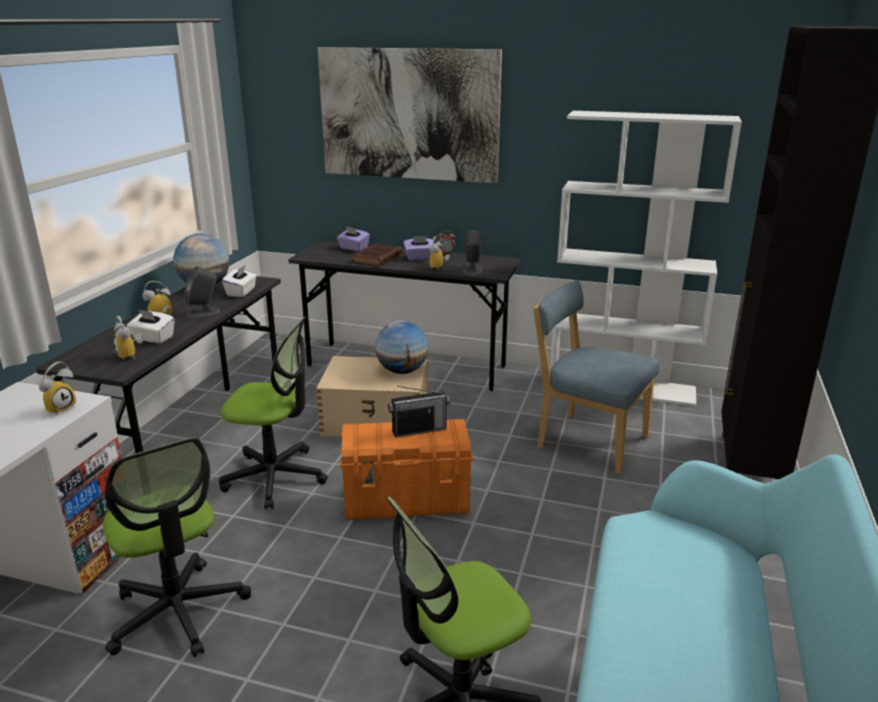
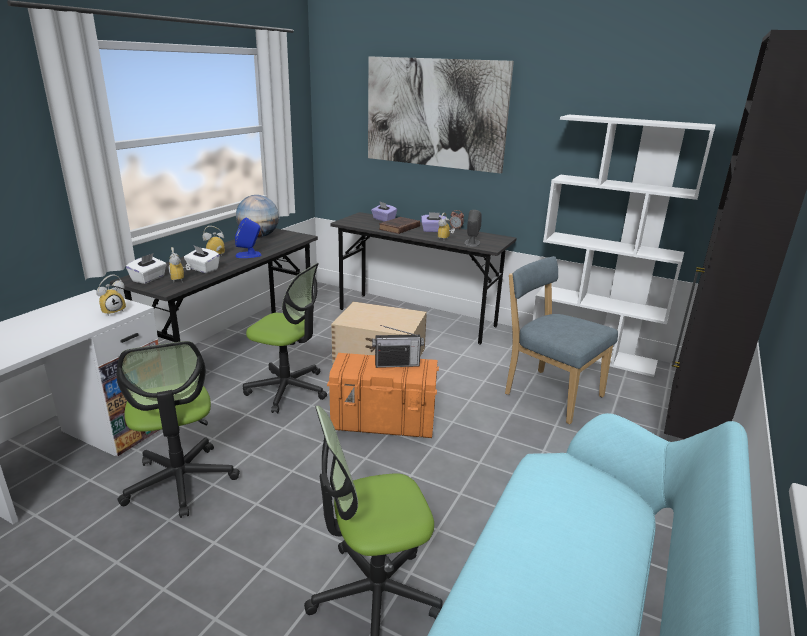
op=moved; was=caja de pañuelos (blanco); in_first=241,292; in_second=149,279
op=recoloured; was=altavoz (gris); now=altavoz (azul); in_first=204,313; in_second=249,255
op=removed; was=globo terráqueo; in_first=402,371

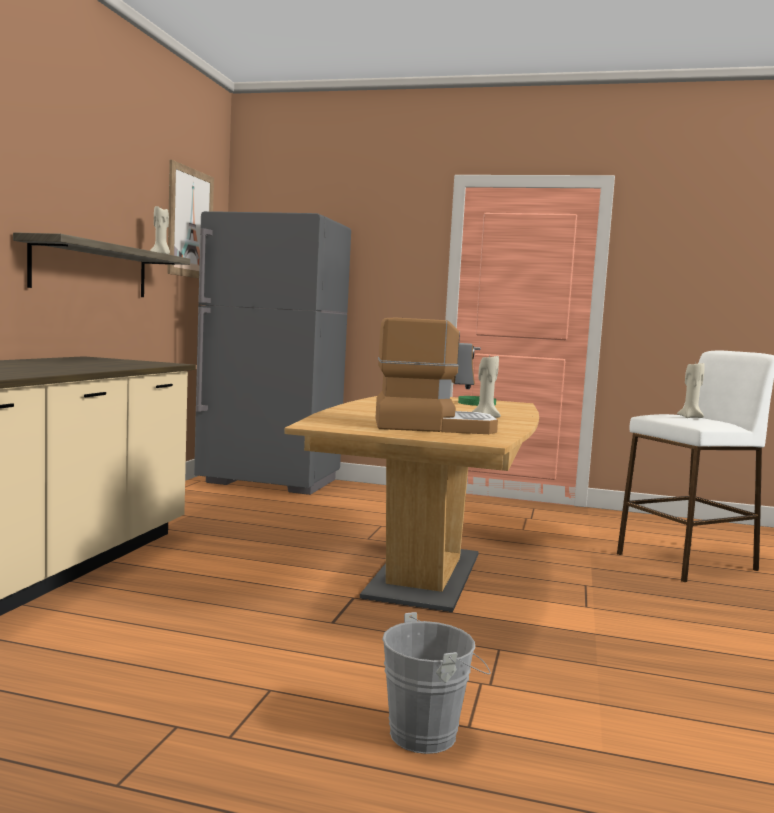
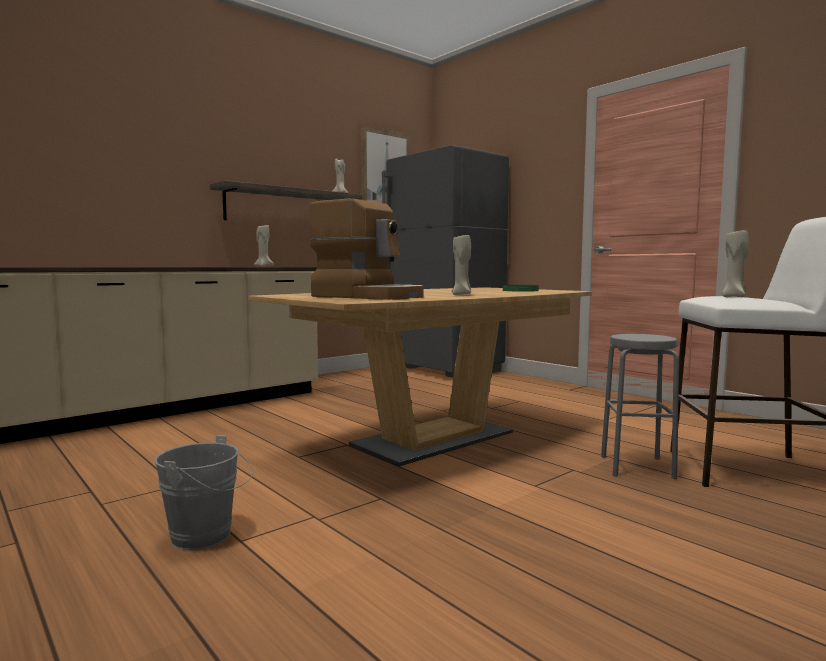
op=added; now=vela (beis); in_second=263,266
op=added; now=taburete (gris); in_second=637,467

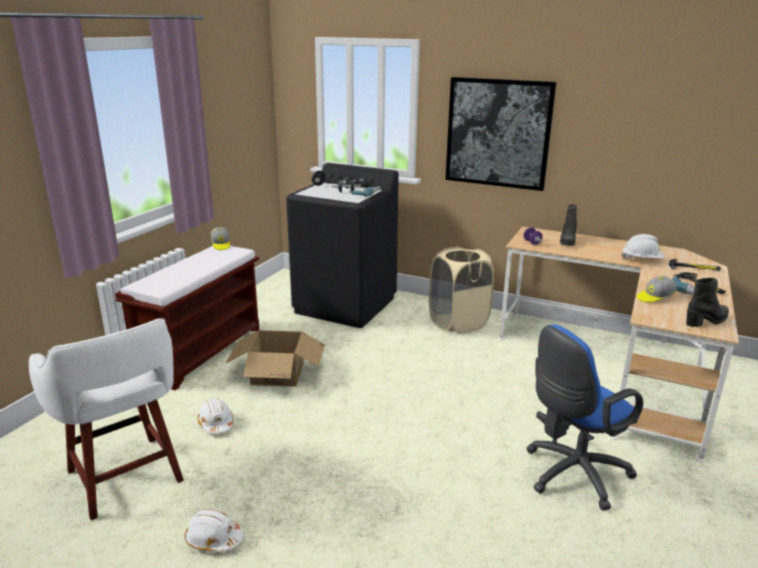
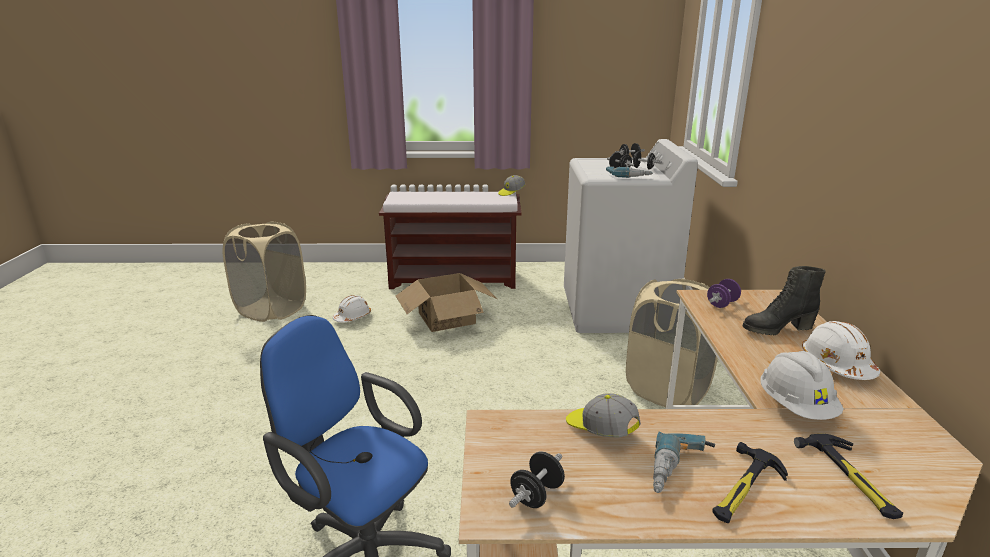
op=removed; was=cuadro; in_first=498,133
op=recoloured; was=lavadora (negro); now=lavadora (blanco); in_first=345,305; in_second=616,311
op=replaced; was=bota (negro); now=mancuerna (negro); in_first=707,321; in_second=537,495
op=replaced; was=taburete (blanco); now=cesto de la ropa (beis); in_first=126,478; in_second=271,310
op=moved; was=casco (blanco); in_first=213,539; in_second=836,365

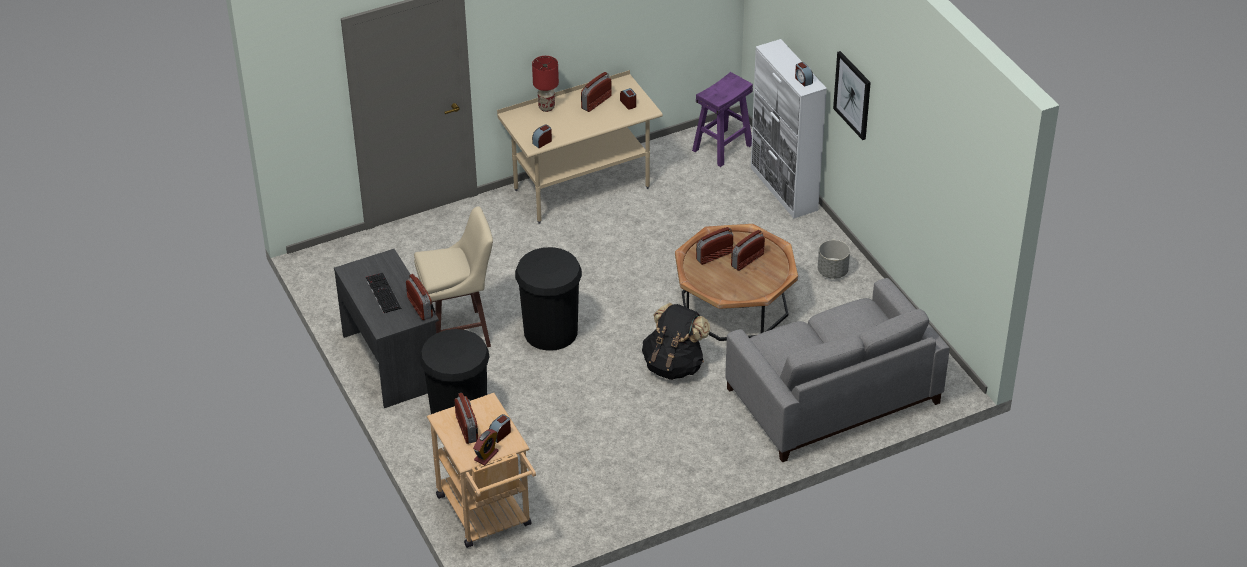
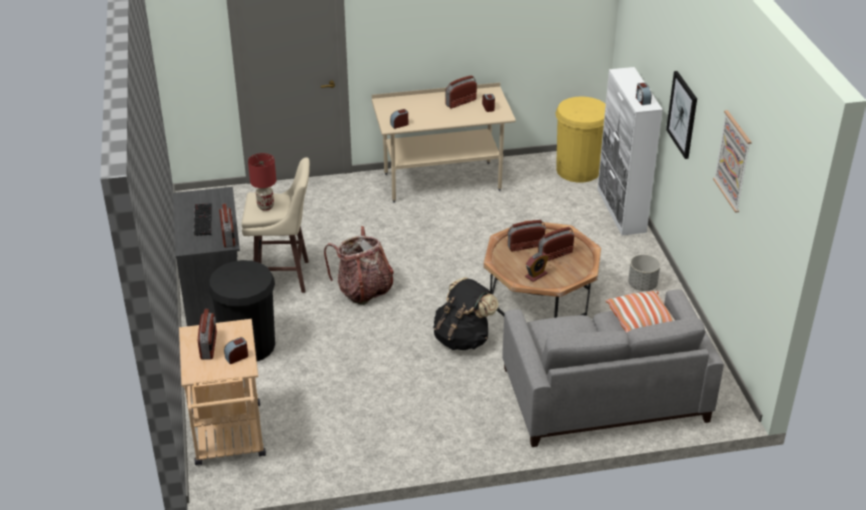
op=moved; was=lámpara de mesa (rojo); in_first=546,107; in_second=266,206
op=replaced; was=taburete (morado); now=papelera (amarillo); in_first=722,148; in_second=578,170
op=replaced; was=papelera (negro); now=mochila; in_first=550,332; in_second=363,290
op=moved; was=despertador; in_first=486,455; in_second=536,275
op=added; now=cuadro; in_second=733,161
op=added; now=cojín; in_second=641,321

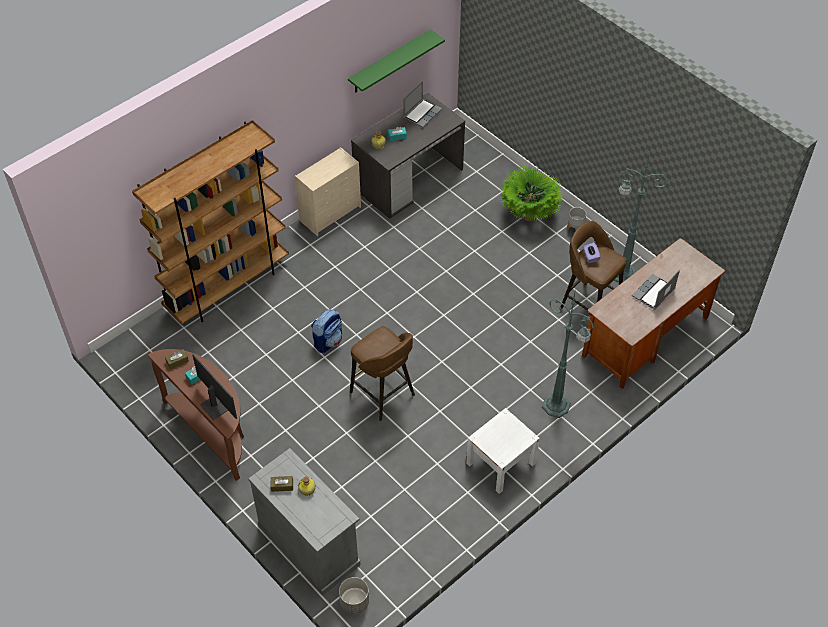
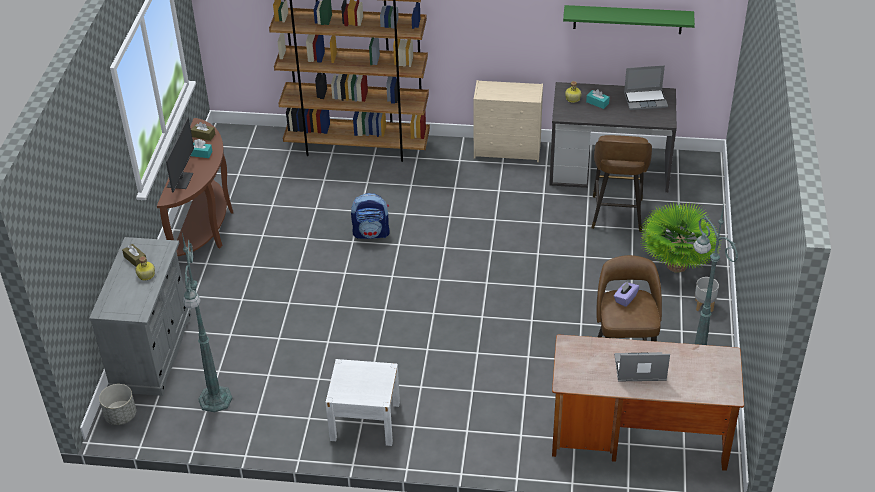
op=moved; was=lámpara de pie (verde); in_first=557,406; in_second=215,401
op=moved; was=taburete (marrón); in_first=383,395; in_second=616,215

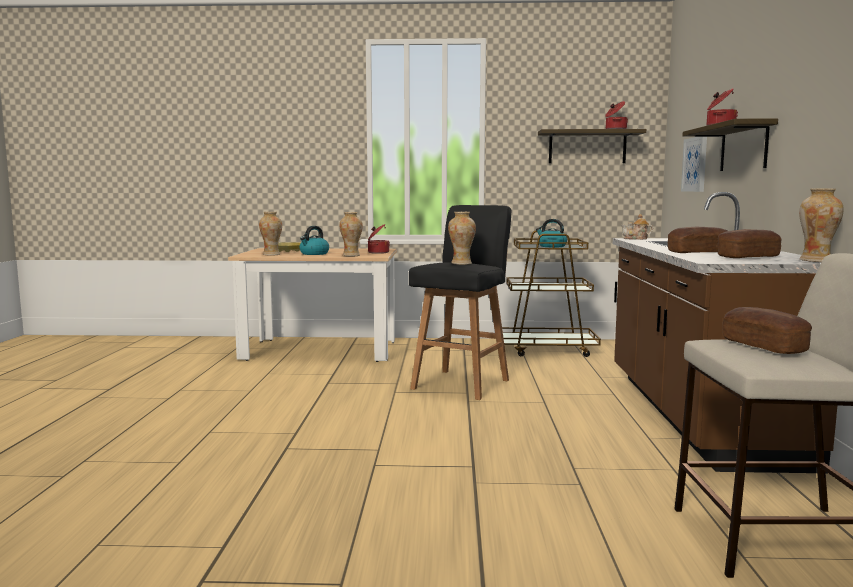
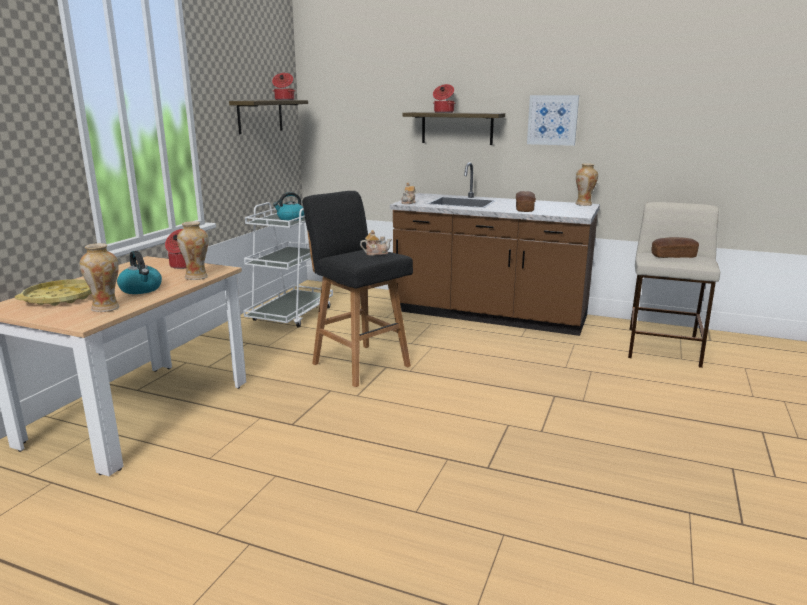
op=moved; was=cuadro; in_first=695,164; in_second=552,120
op=replaced; was=florero; now=tetera; in_first=461,263; in_second=376,253
op=removed; was=pan; in_first=748,257
op=recoloured; was=carrito (marrón); now=carrito (blanco); in_first=547,350; in_second=291,315

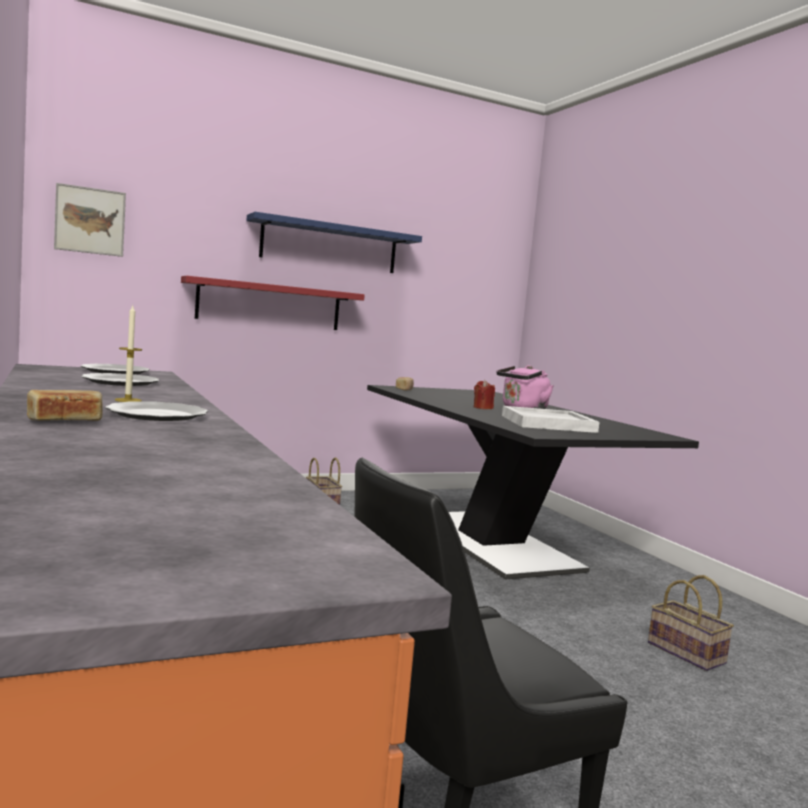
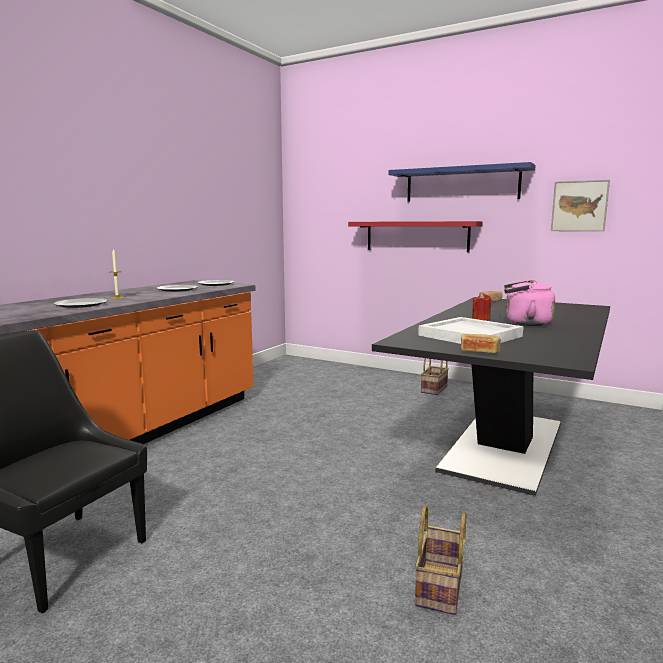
op=moved; was=cuadro; in_first=90,220; in_second=579,206
op=moved; was=pan; in_first=65,421; in_second=479,352

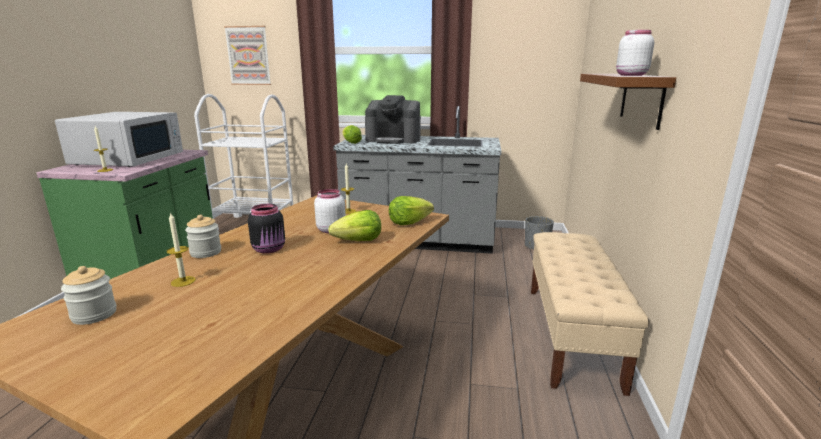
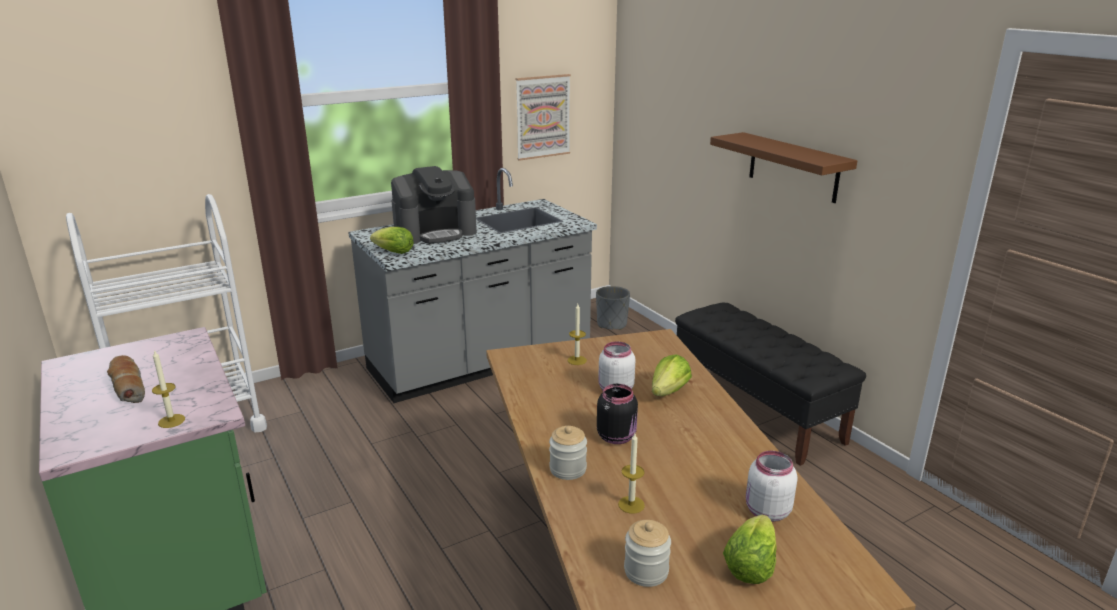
op=moved; was=cuadro; in_first=248,56; in_second=542,117
op=moved; was=tarro (blanco); in_first=630,75; in_second=766,511
op=replaced; was=microondas (blanco); now=pan; in_first=129,159; in_second=127,386
op=moved; was=lechuga; in_first=408,223; in_second=750,566
op=recoloured; was=banco (beis); now=banco (negro); in_first=571,334; in_second=756,411

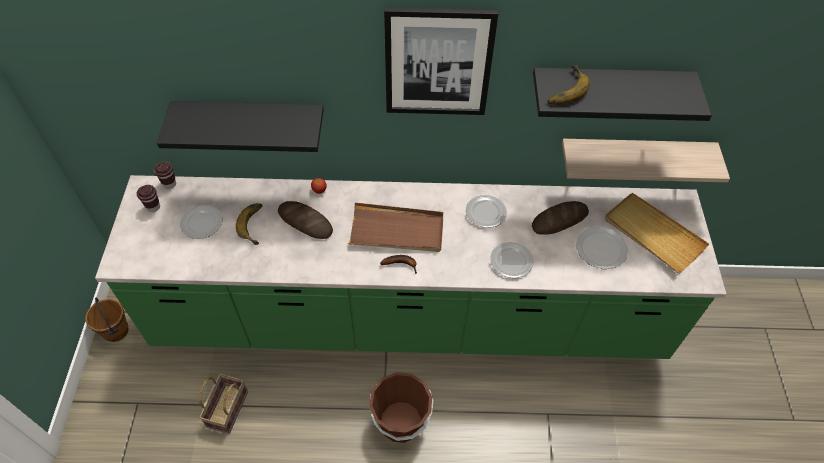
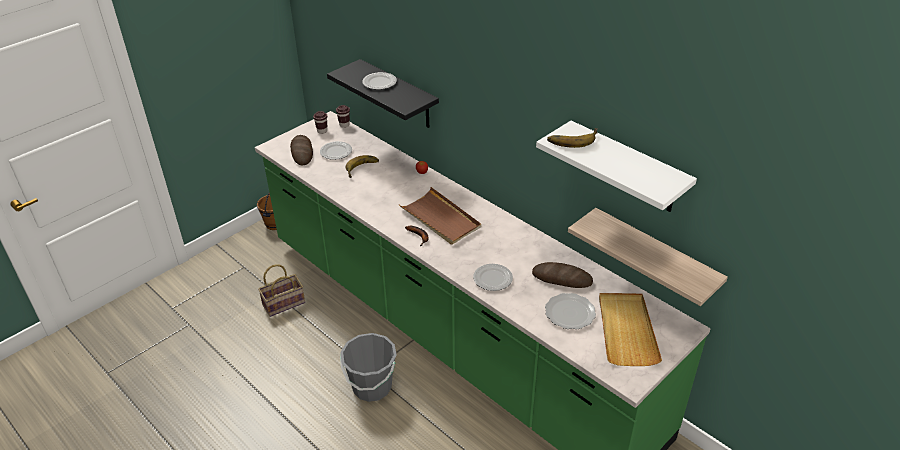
op=removed; was=cuadro; in_first=438,62
op=recoloured; was=estante (negro); now=estante (blanco); in_first=608,90; in_second=627,168
op=moved; was=plato; in_first=486,213; in_second=379,83
op=moved; was=pan; in_first=305,222; in_second=302,152
op=recoloured; was=cubo (marrón); now=cubo (gris); in_first=400,422; in_second=372,387

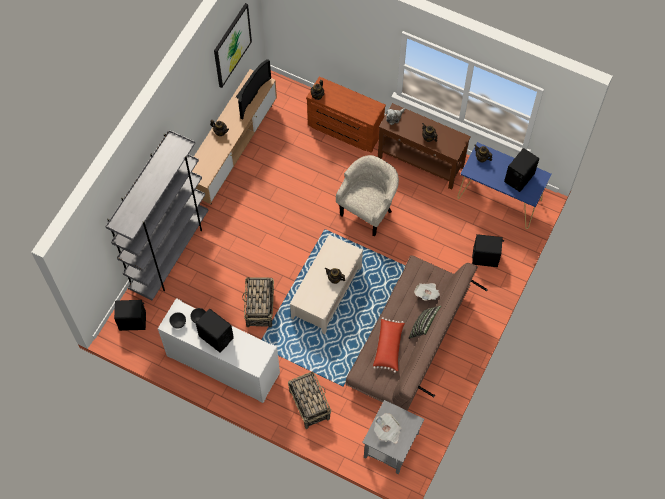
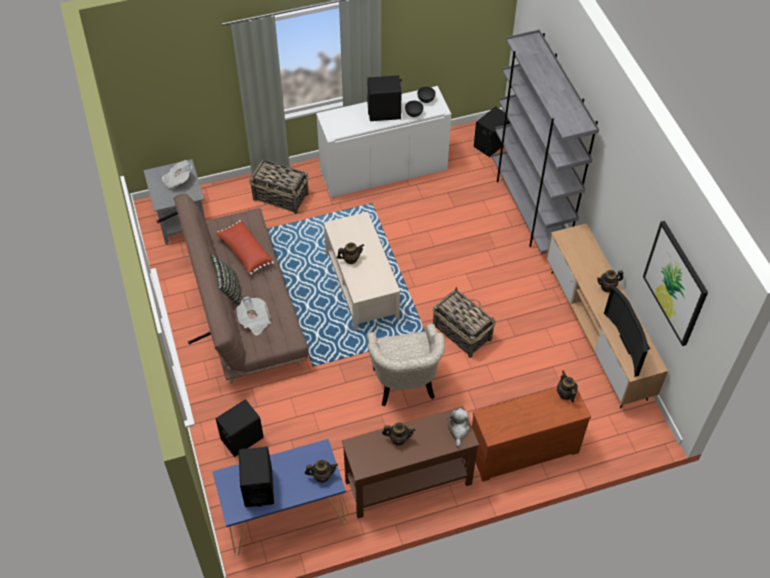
op=moved; was=cesta; in_first=260,308; in_second=461,332

